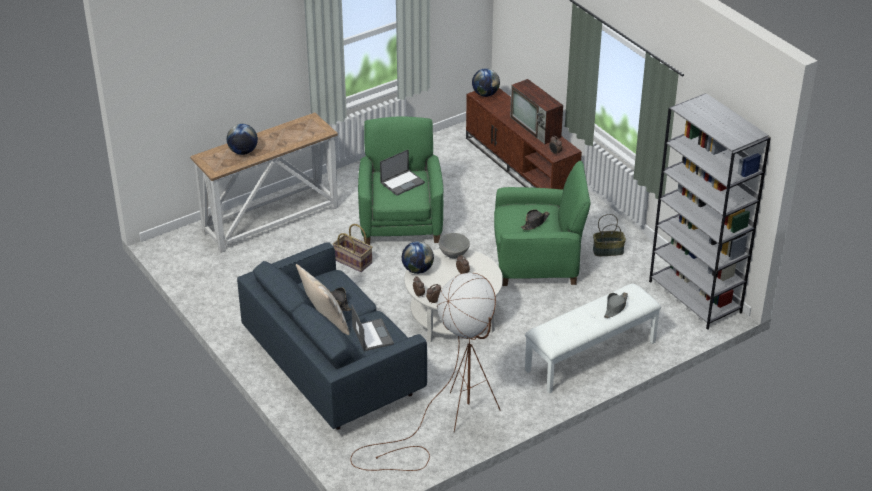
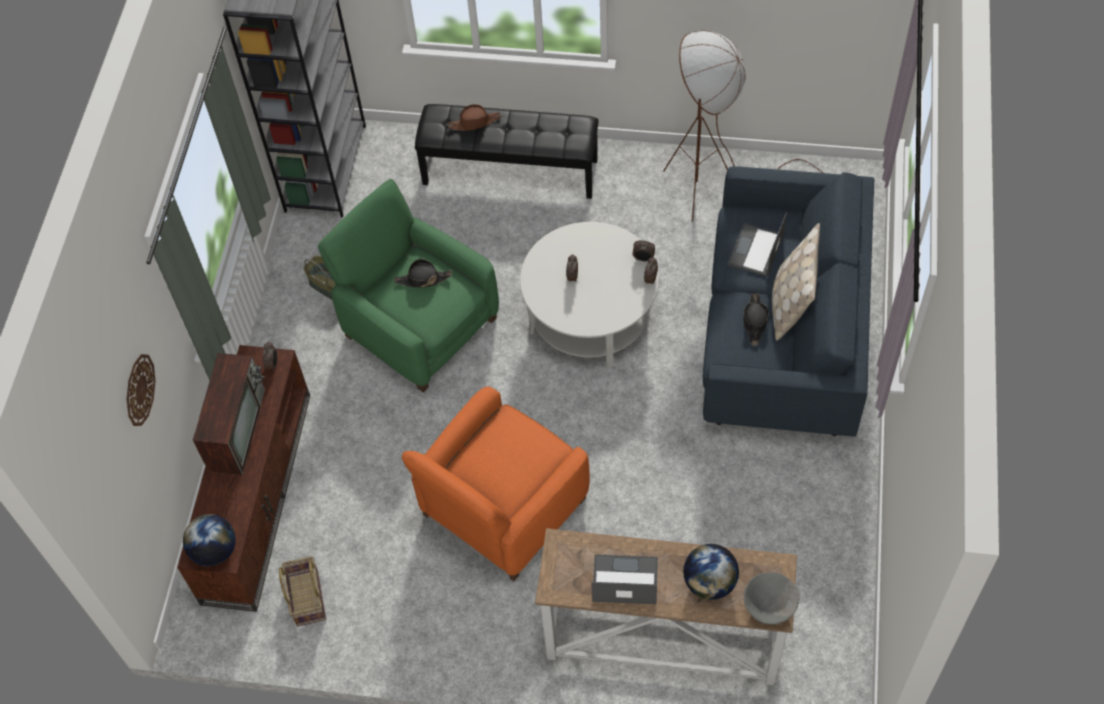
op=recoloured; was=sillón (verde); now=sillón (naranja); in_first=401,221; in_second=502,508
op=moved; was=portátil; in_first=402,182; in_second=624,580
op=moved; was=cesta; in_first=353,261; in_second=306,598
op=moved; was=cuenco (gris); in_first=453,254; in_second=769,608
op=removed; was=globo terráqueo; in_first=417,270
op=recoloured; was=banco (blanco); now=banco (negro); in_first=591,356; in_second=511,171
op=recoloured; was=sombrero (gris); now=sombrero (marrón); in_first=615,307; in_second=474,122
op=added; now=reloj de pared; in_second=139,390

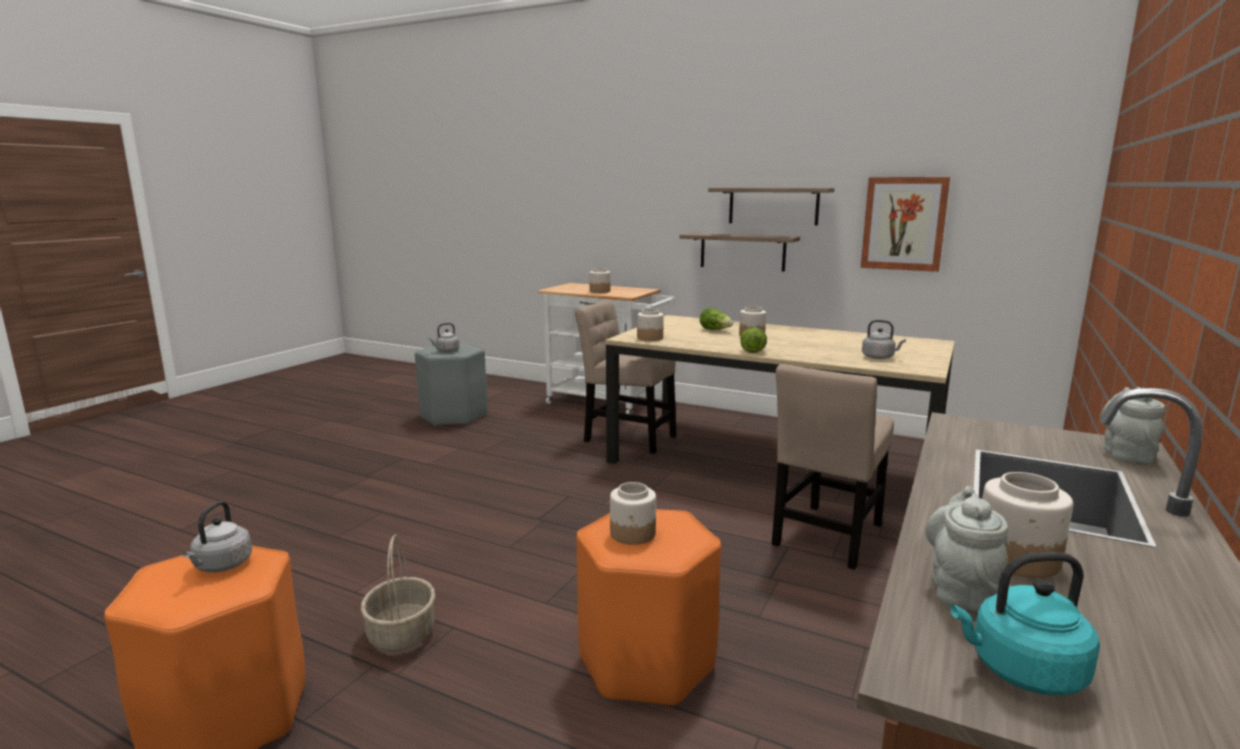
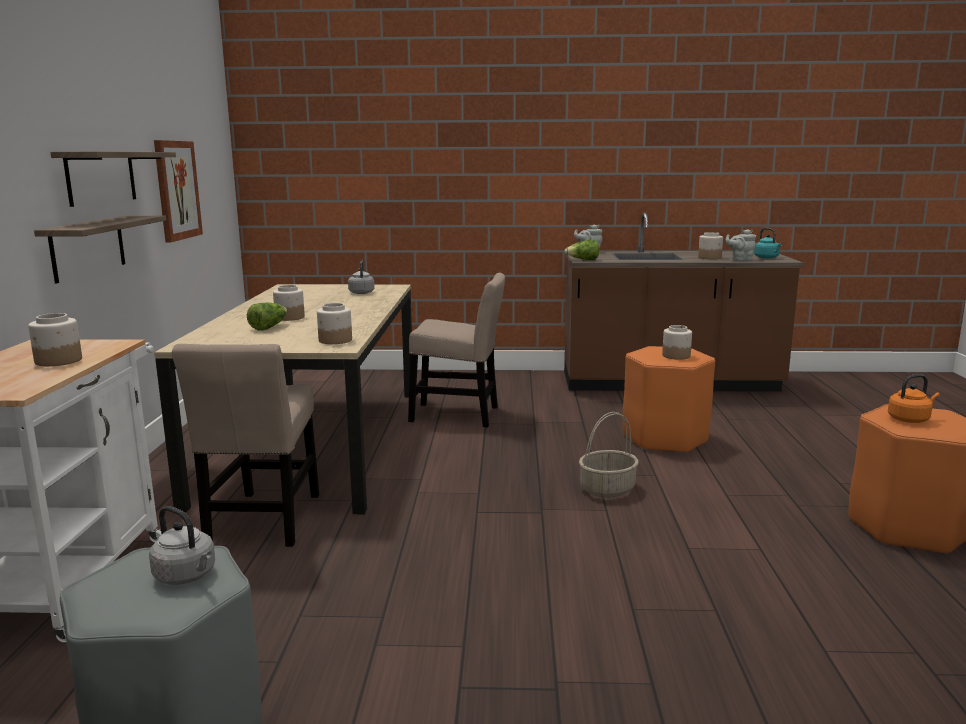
op=moved; was=lechuga; in_first=752,350; in_second=583,260
op=recoloured; was=hervidor (gris); now=hervidor (naranja); in_first=221,566; in_second=910,419
op=moved; was=cesta; in_first=402,634; in_second=607,489

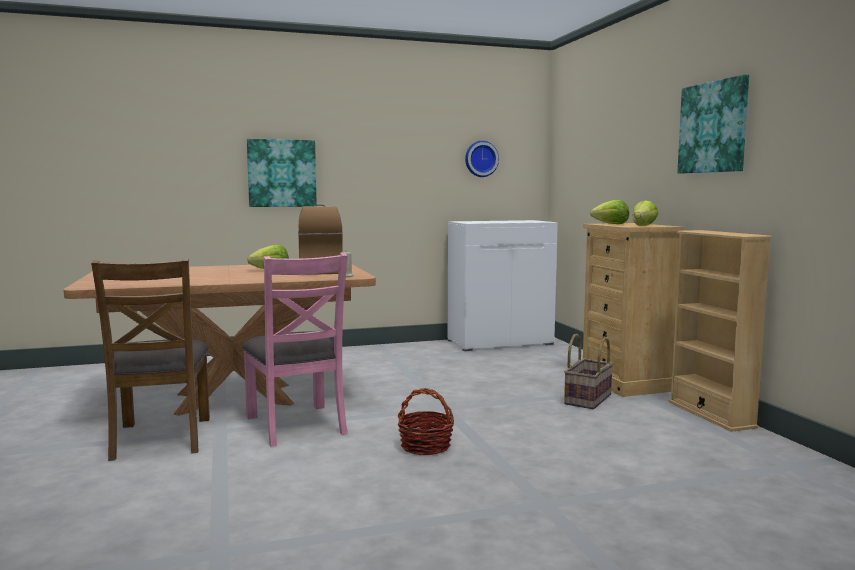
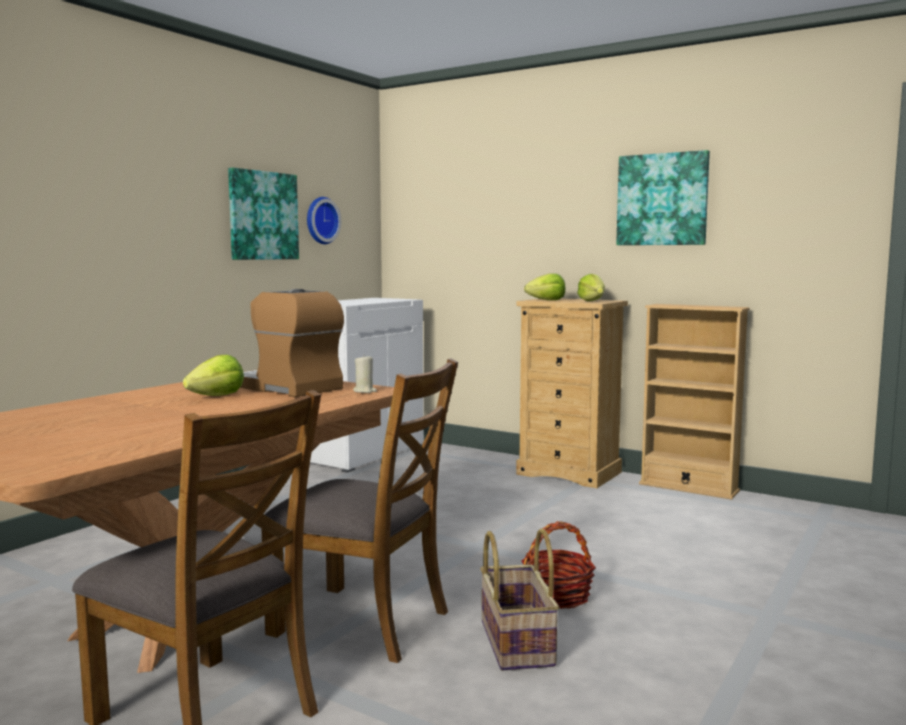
op=moved; was=cuadro; in_first=282,173; in_second=263,215
op=recoloured; was=silla (rosa); now=silla (marrón); in_first=297,425; in_second=362,622
op=moved; was=cesta; in_first=587,399; in_second=514,643

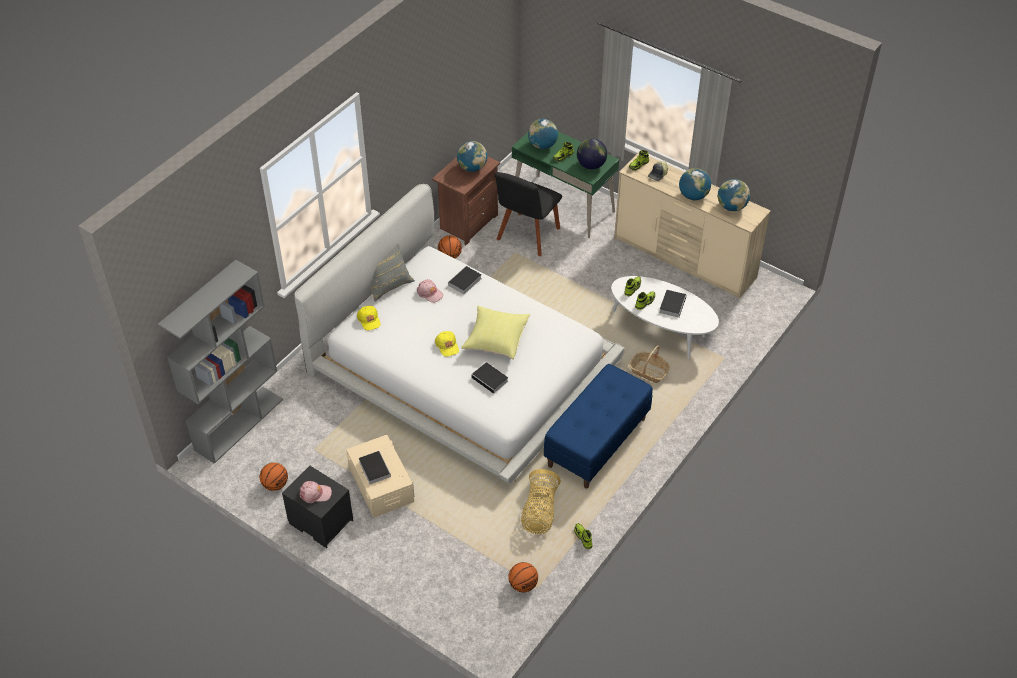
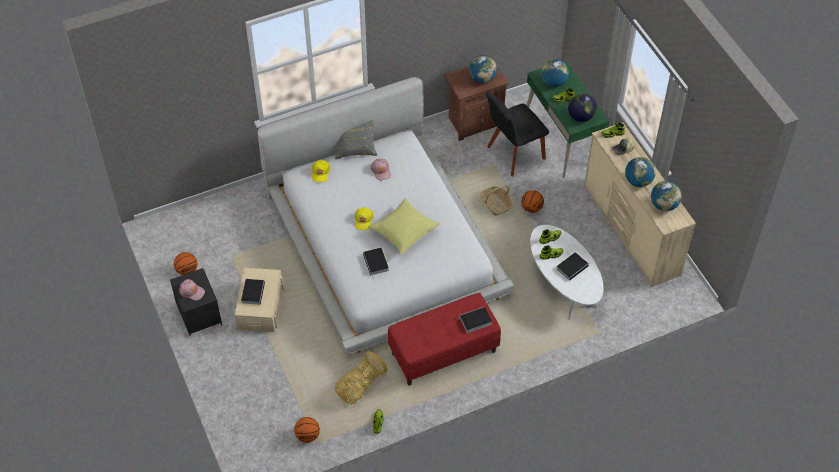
op=moved; was=balón de baloncesto; in_first=450,256; in_second=531,208
op=removed; was=estantería (gris); in_first=239,424
op=moved; was=libro; in_first=464,282; in_second=474,321
op=moved; was=cesta; in_first=649,371; in_second=495,204
op=recoloured; was=banco (azul); now=banco (rojo); in_first=596,442; in_second=444,352

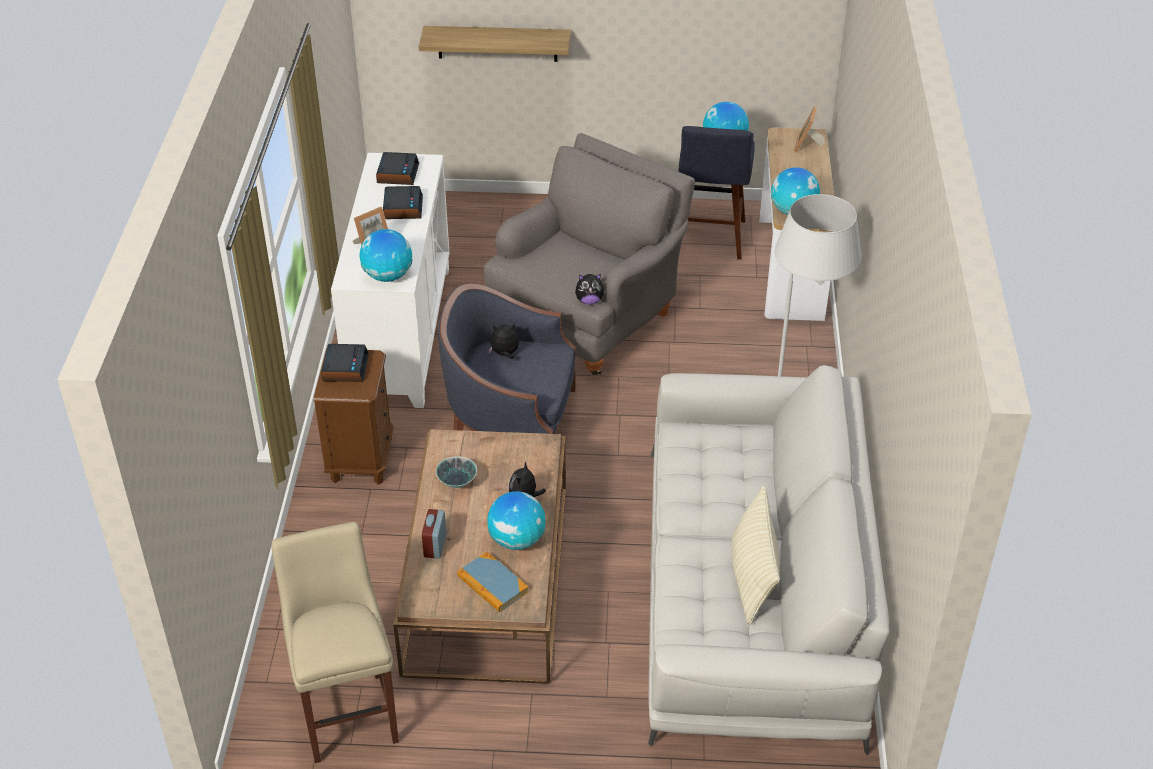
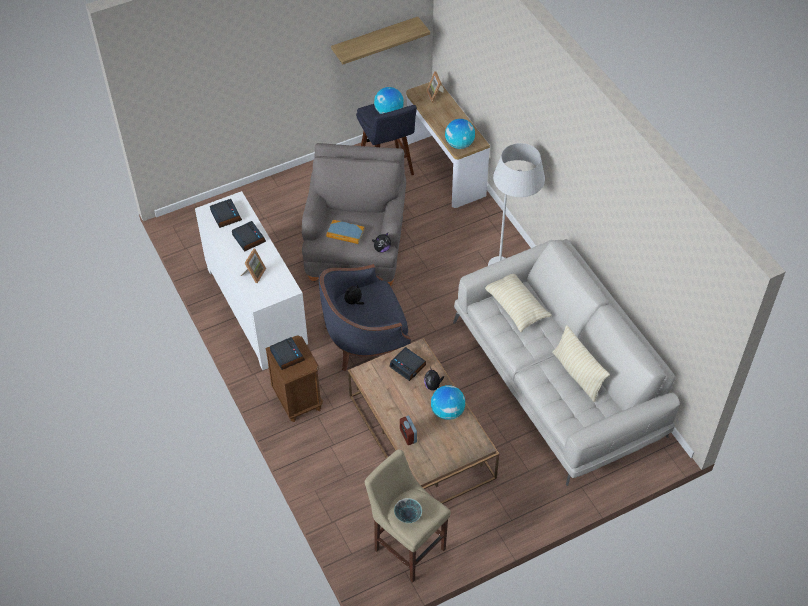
op=moved; was=estante; in_first=497,43; in_second=375,40
op=removed; was=globo terráqueo; in_first=387,276
op=moved; was=cuenco; in_first=457,483; in_second=408,516
op=moved; was=libro; in_first=492,584; in_second=345,233
op=added; now=cojín (beis); in_second=515,306
op=added; now=despertador; in_second=408,366

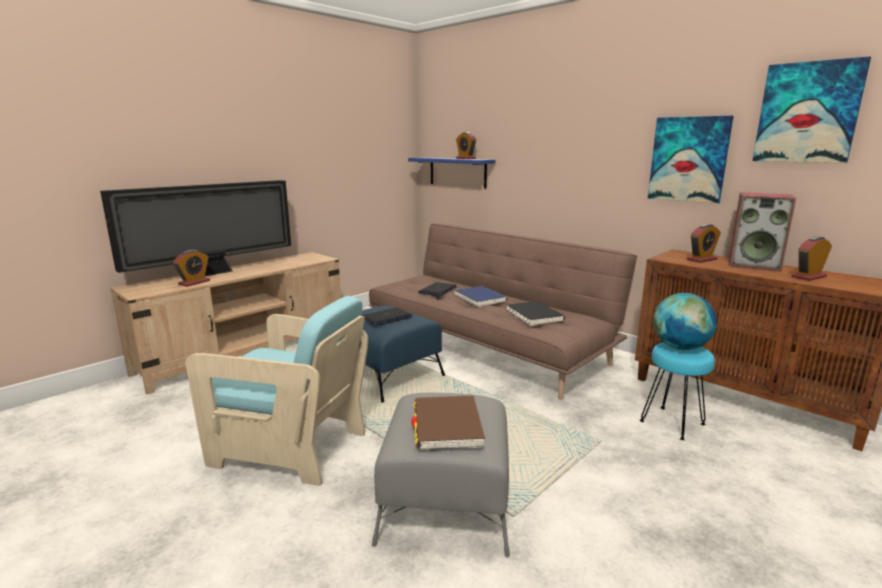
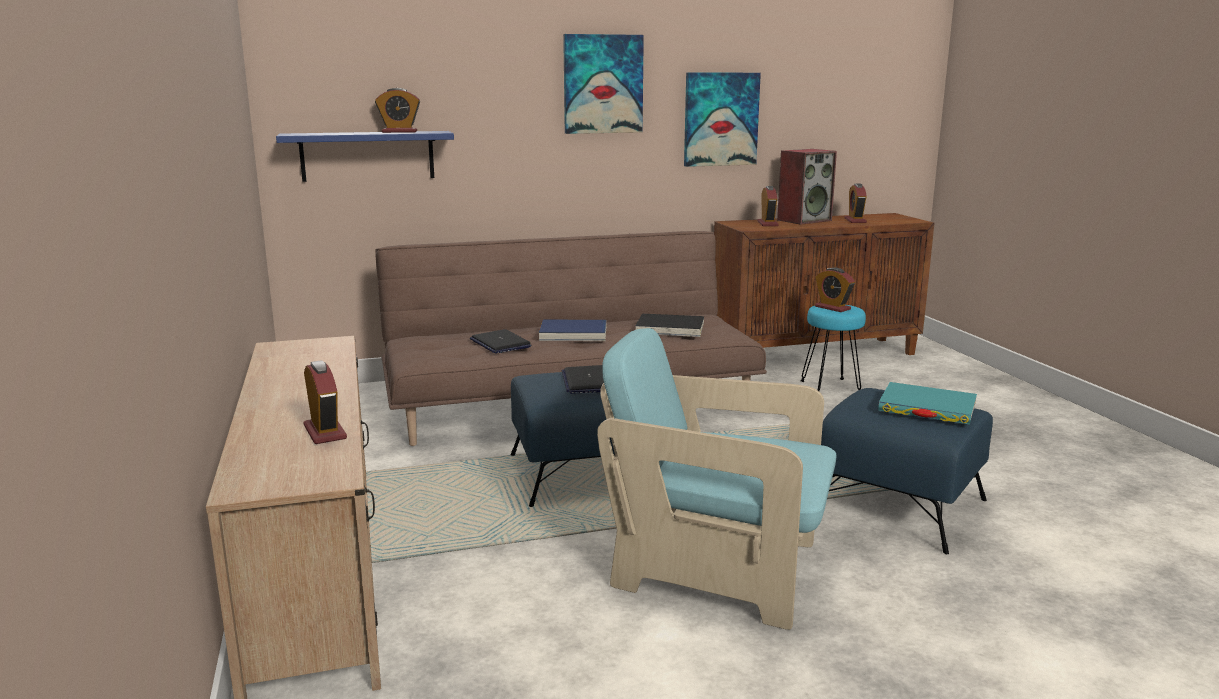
op=moved; was=cuadro; in_first=807,113; in_second=602,84
op=removed; was=televisor; in_first=215,273
op=replaced; was=globo terráqueo; now=despertador; in_first=680,348; in_second=832,308
op=turned; was=sillón (turquesa); in_first=290,446; in_second=717,570; clockwise=-120
op=recoloured; was=puf (gris); now=puf (azul); in_first=445,505; in_second=900,507
op=recoloured; was=libro (marrón); now=libro (turquesa); in_first=447,426; in_second=927,408

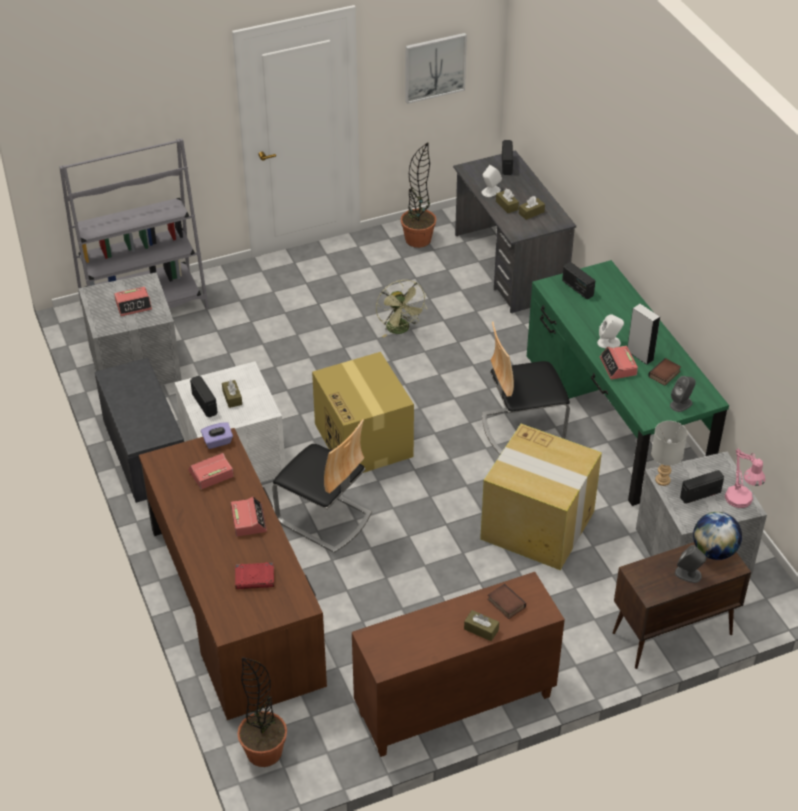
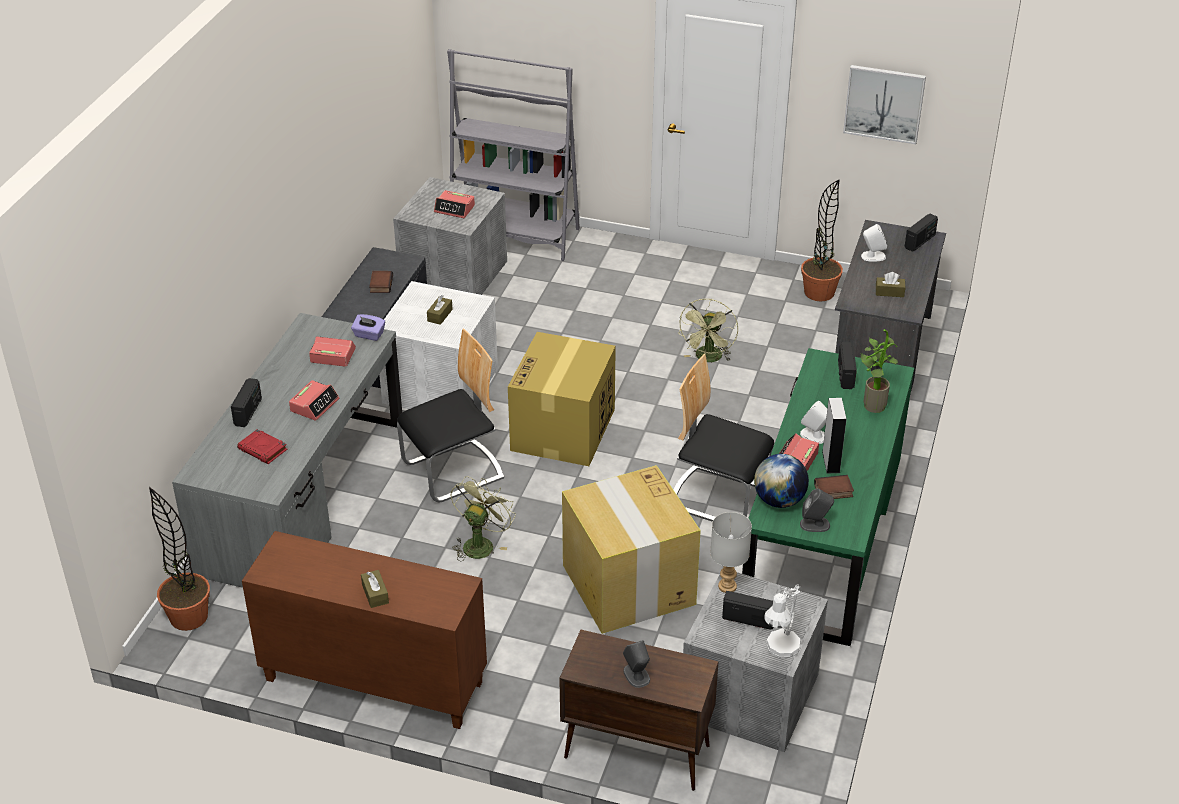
op=removed; was=caja de pañuelos (marrón); in_first=507,205
op=moved; was=radio; in_first=205,404; in_second=248,412
op=turned; was=silla; in_first=324,518; in_second=454,471; clockwise=-105
op=recoloured; was=escritorio (marrón); now=escritorio (gris); in_first=235,605; in_second=303,496
op=recoloured; was=lámpara de mesa (rosa); now=lámpara de mesa (blanco); in_first=740,502; in_second=780,650
op=moved; was=globo terráqueo; in_first=714,551; in_second=779,500
op=moved; was=libro; in_first=505,603; in_second=380,284
op=added; now=planta en maceta; in_second=872,404
op=added; now=ventilador (verde); in_second=480,543

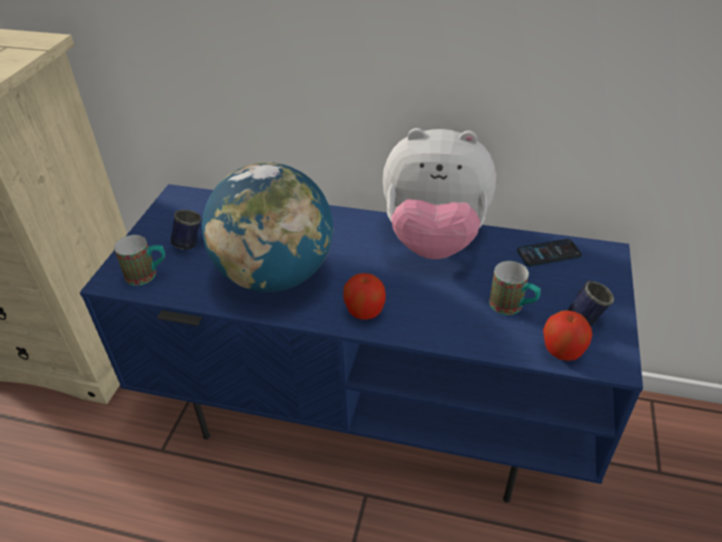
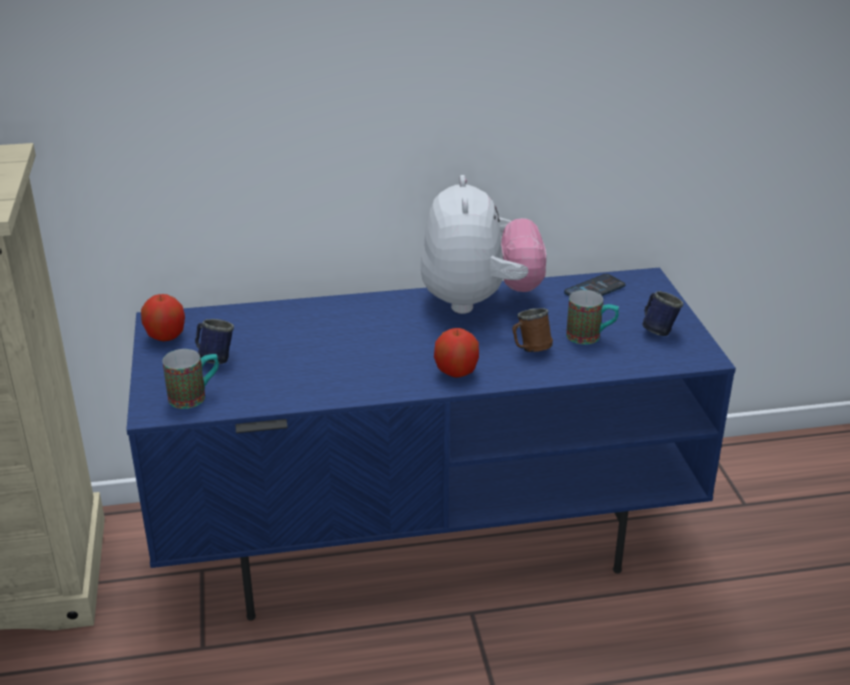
op=turned; was=peluche; in_first=434,240; in_second=479,301; clockwise=-75
op=removed; was=globo terráqueo; in_first=275,275
op=moved; was=manzana; in_first=562,351; in_second=166,336
op=added; now=taza grande (marrón); in_second=529,350

